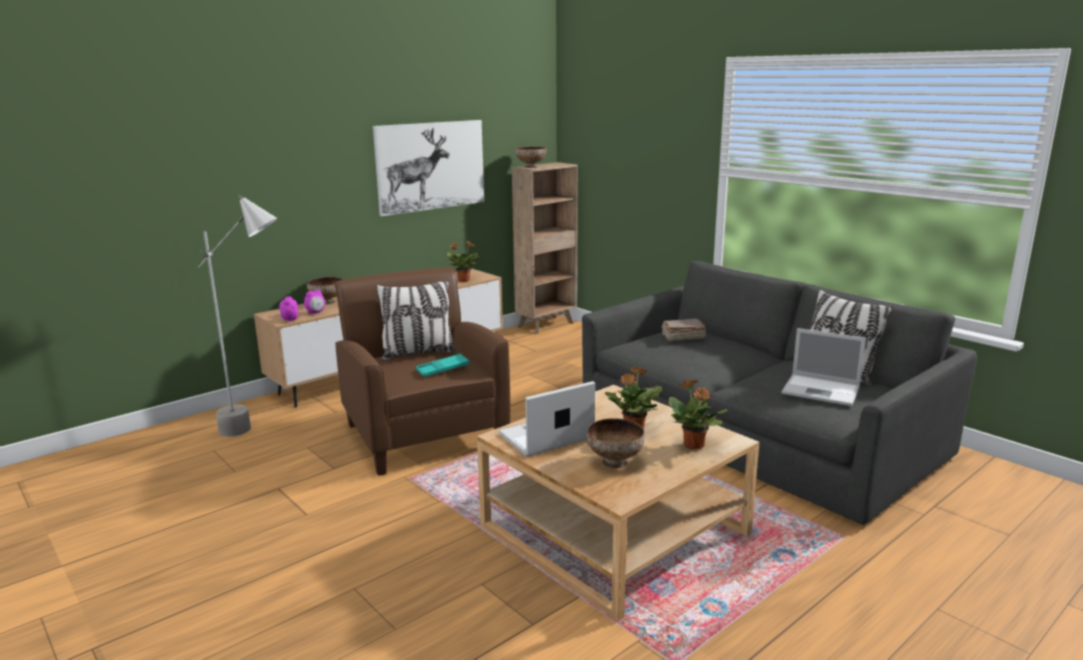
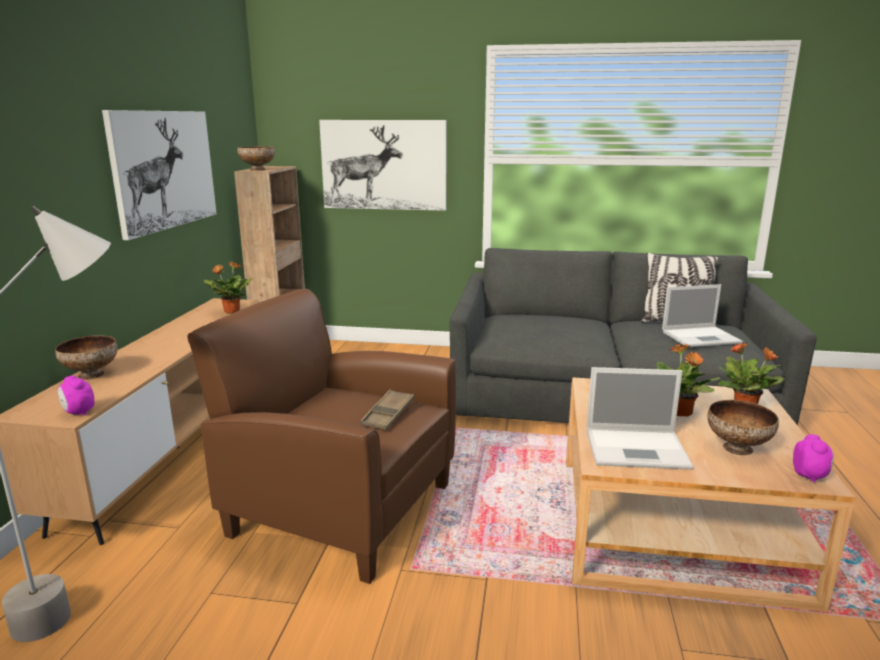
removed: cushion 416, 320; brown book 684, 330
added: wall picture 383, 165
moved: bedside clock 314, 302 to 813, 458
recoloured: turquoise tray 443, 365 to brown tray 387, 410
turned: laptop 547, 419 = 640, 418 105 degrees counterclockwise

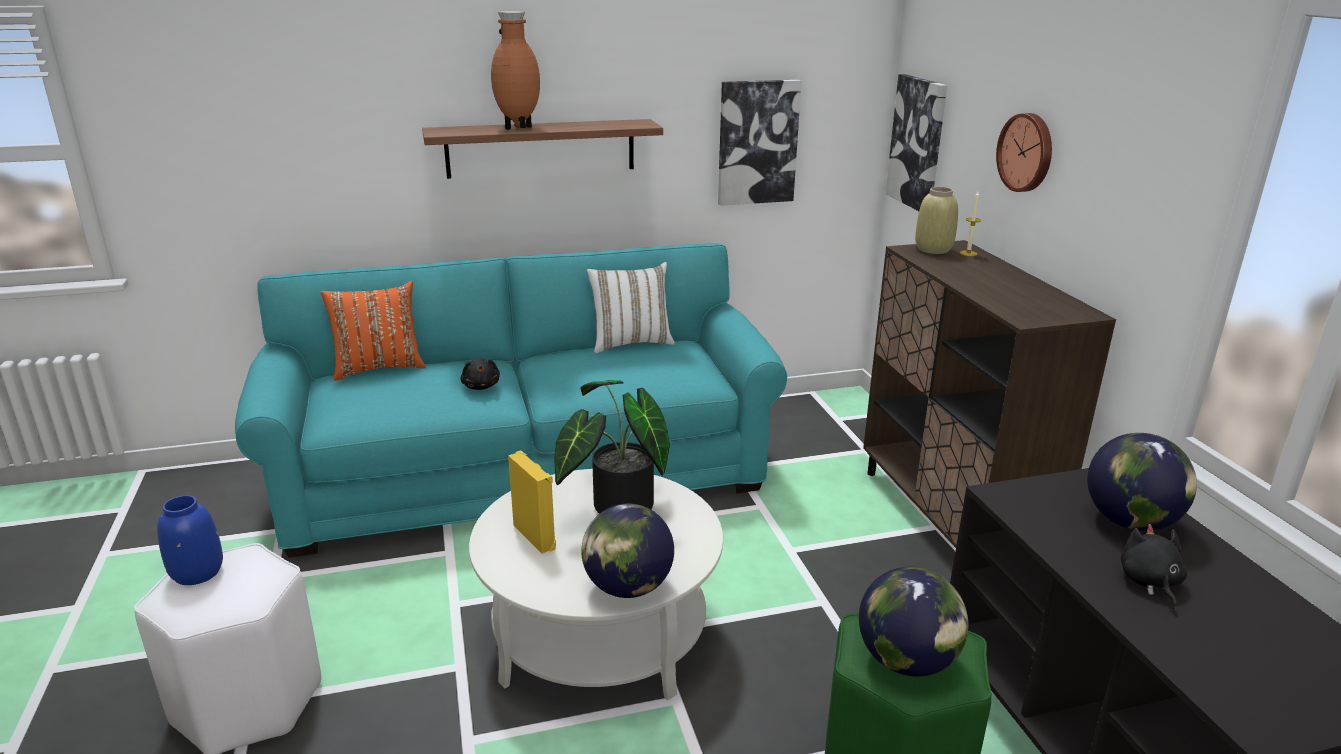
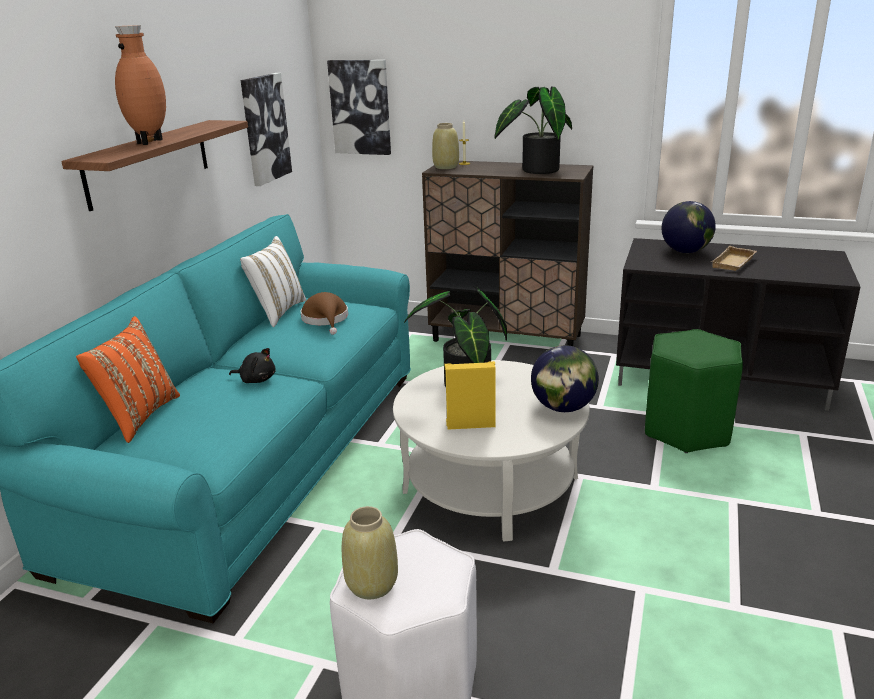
removed: world globe 914, 622; clock on the wall 1024, 152
added: brown hat 324, 313; plant in a pot 533, 130
replaced: black-coloured plush toy 1154, 567 to beige tray 734, 258
recoloured: blue decorative vase 190, 540 to beige decorative vase 370, 552

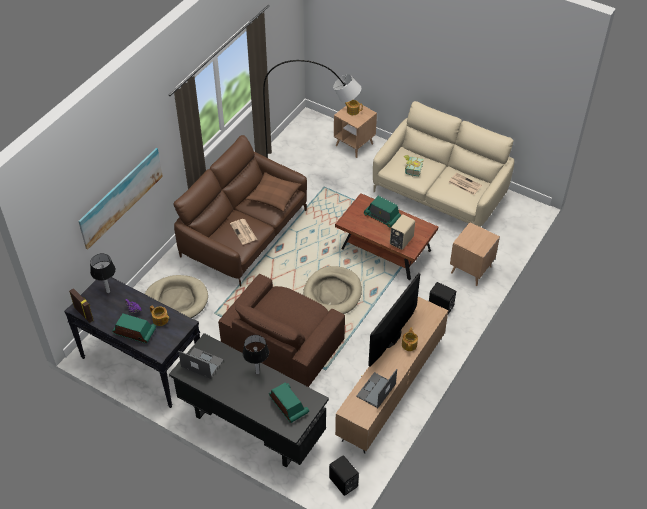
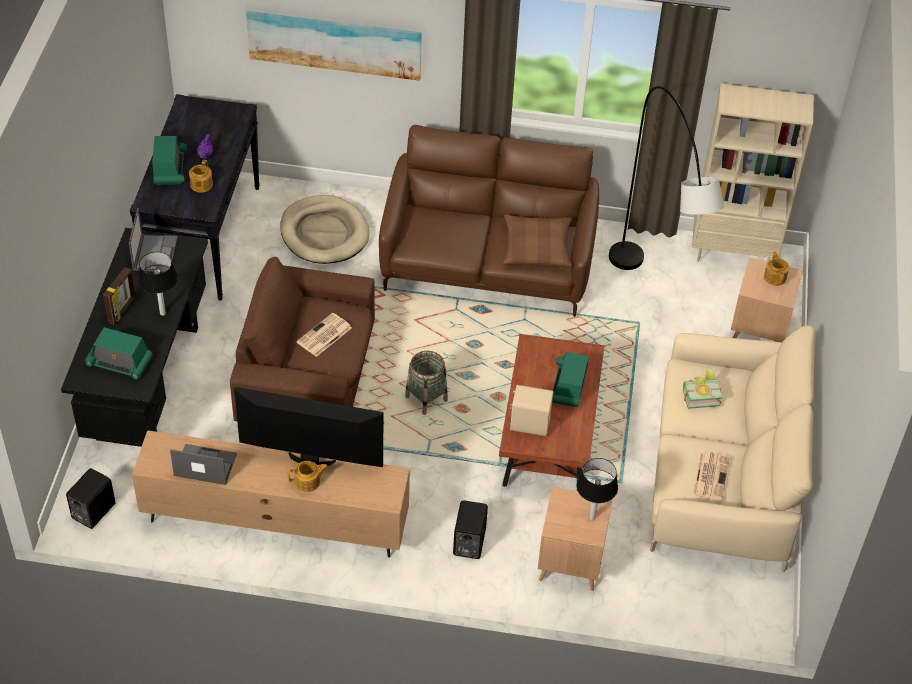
added: beige bookcase 753, 173
moved: picture frame 81, 305 to 119, 296; table lamp 103, 273 to 597, 489; daily paper 243, 232 to 324, 335
replaced: beige dog cushion 332, 290 to storage basket 426, 383
turned: radio receiver 289, 403 = 119, 353 75 degrees clockwise

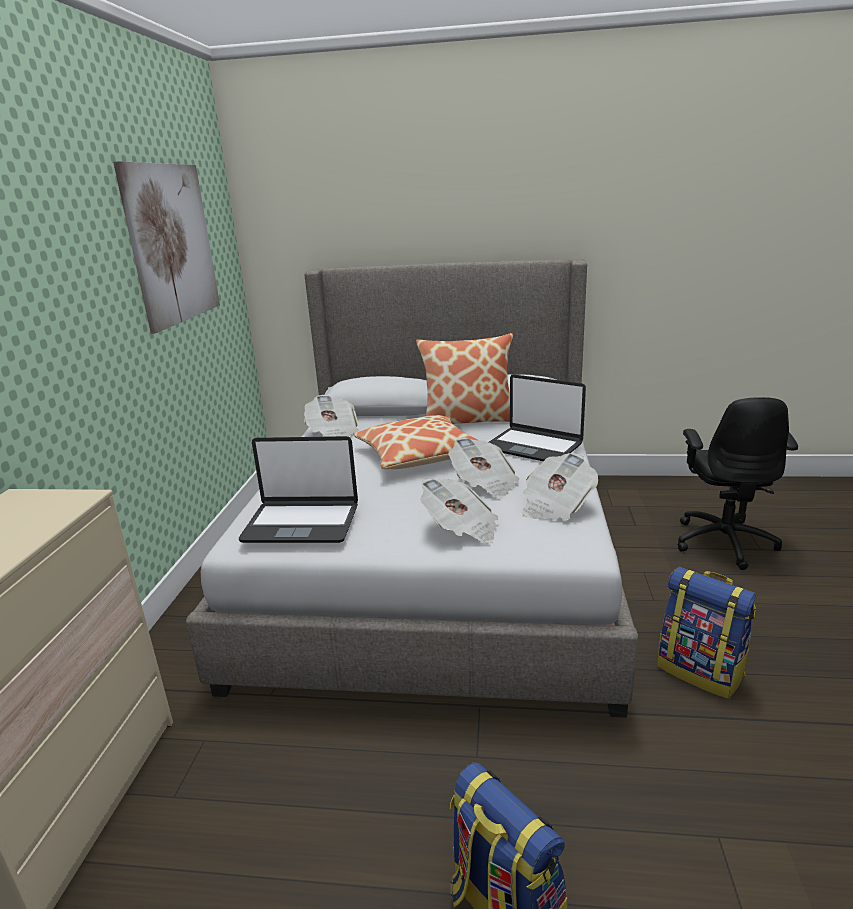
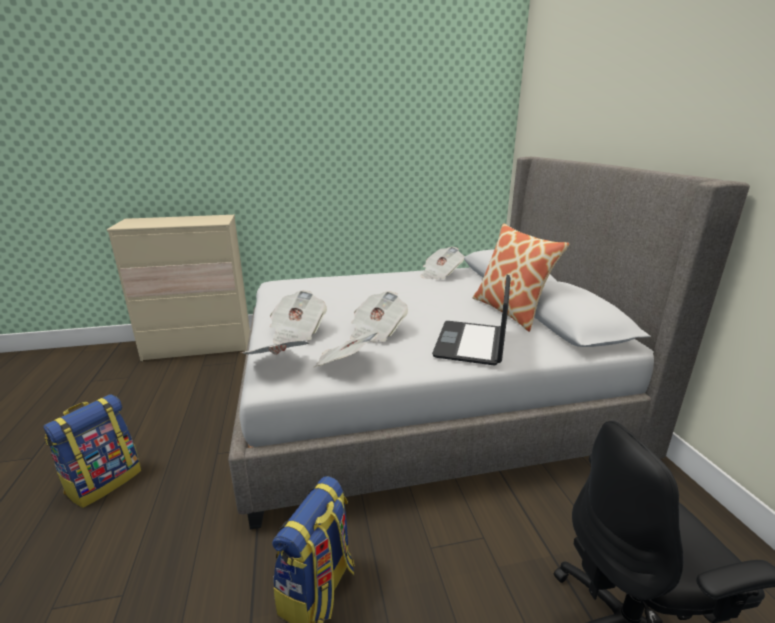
removed: wall picture 166, 247; laptop 298, 489; cushion 415, 442
added: daily paper 275, 348

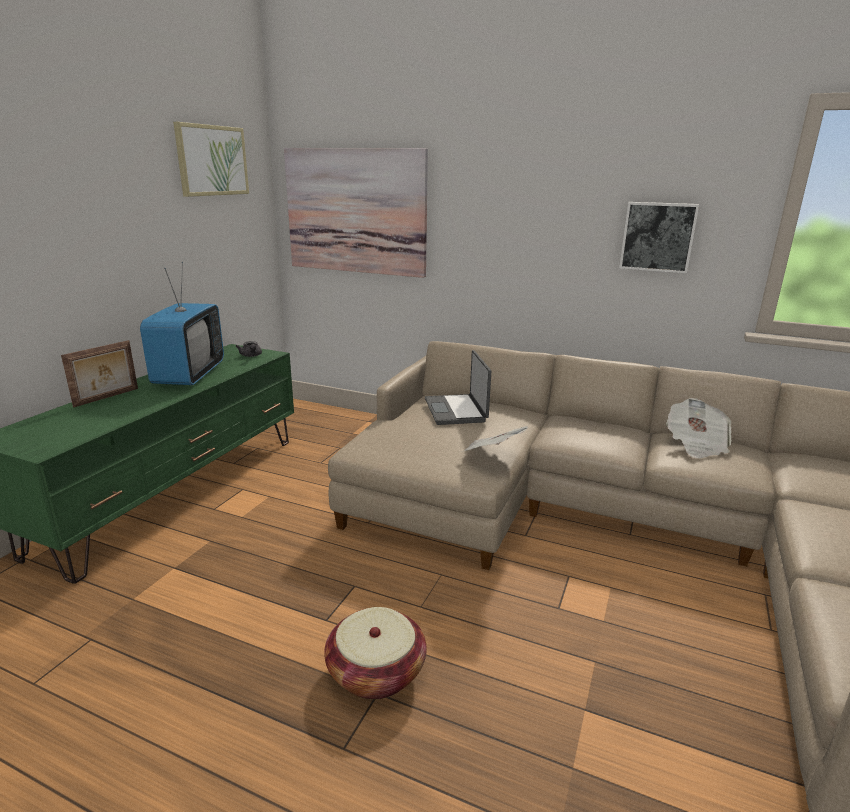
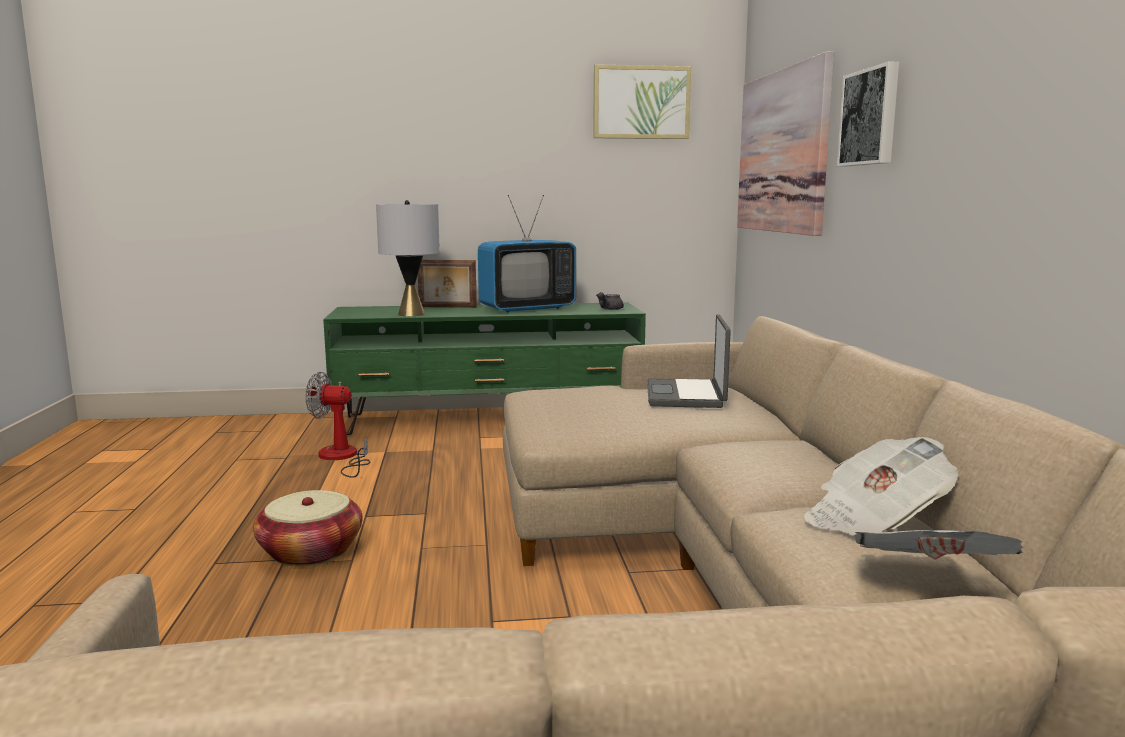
added: electric fan 337, 425; greyish table lamp 408, 258
moved: daily paper 495, 438 to 939, 545; wall picture 659, 237 to 868, 114
turned: laptop 458, 387 = 689, 361 45 degrees counterclockwise

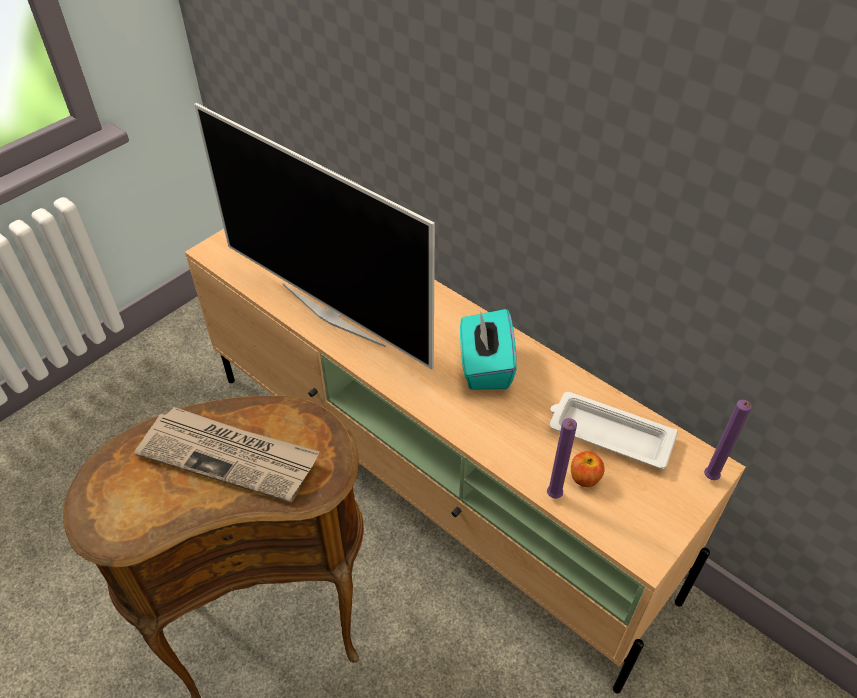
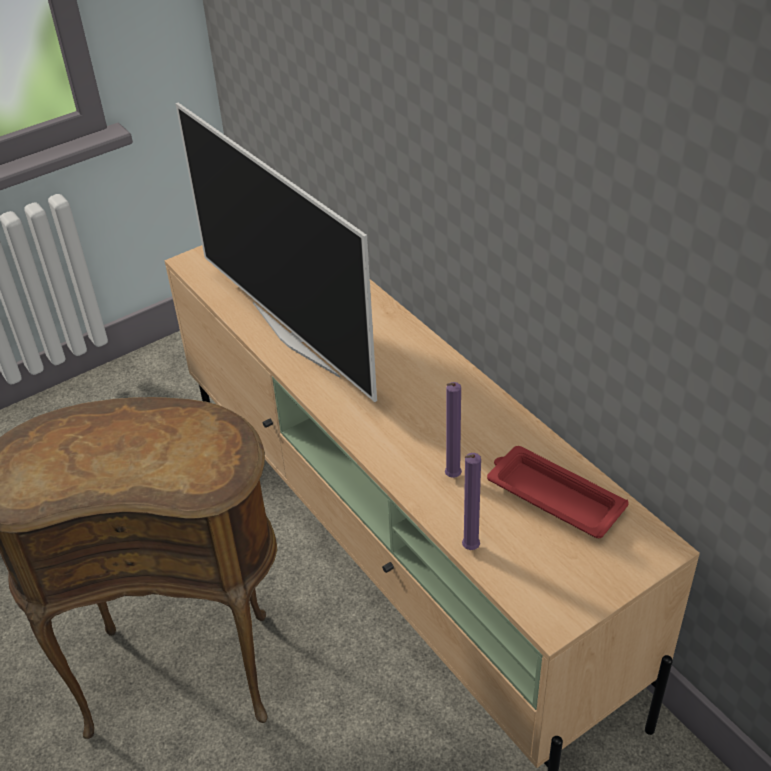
removed: daily paper 227, 455; turquoise box of tissues 488, 349; apple fruit 588, 469
moved: purple candle 728, 440 to 453, 430
recoloured: white tray 614, 430 to red tray 557, 492

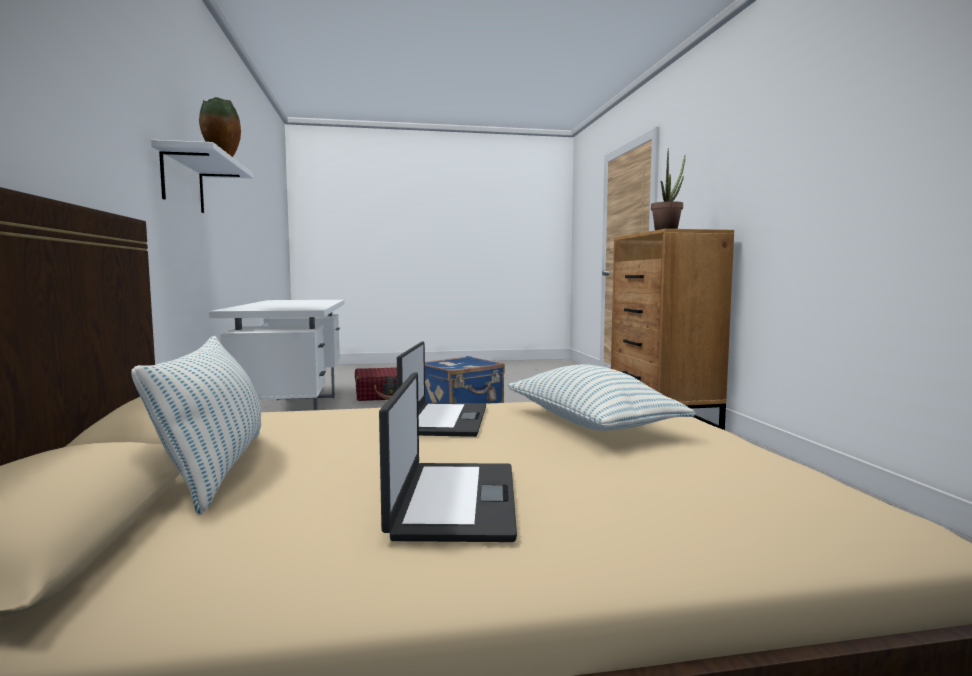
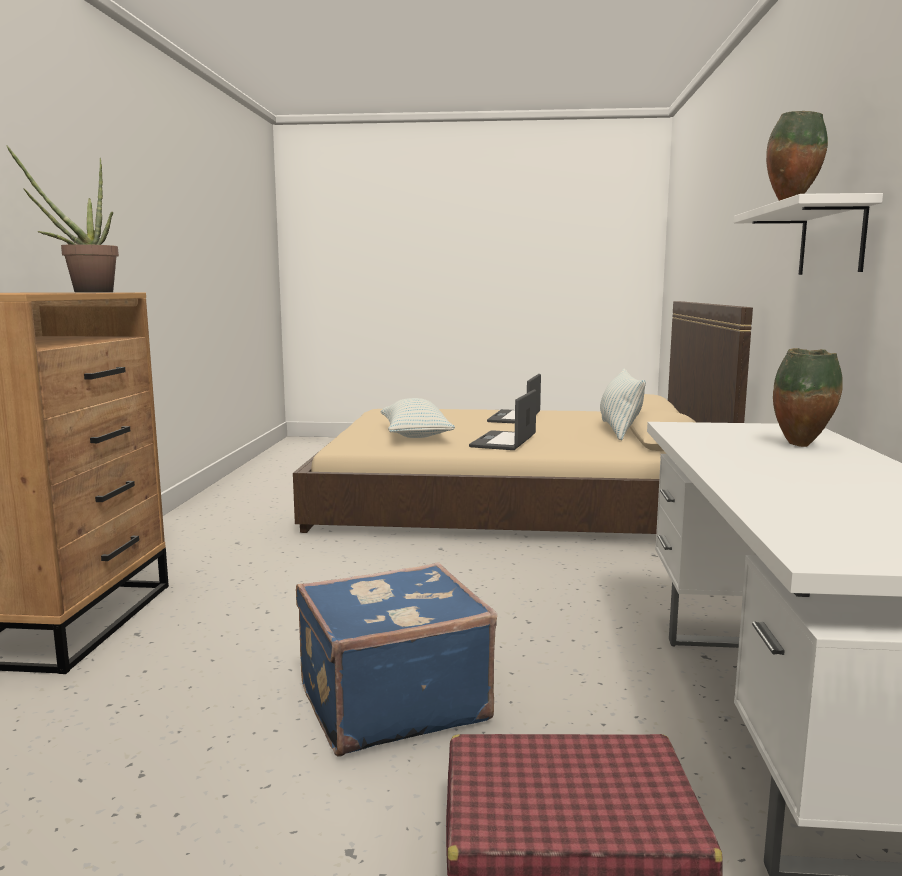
added: decorative vase 808, 397

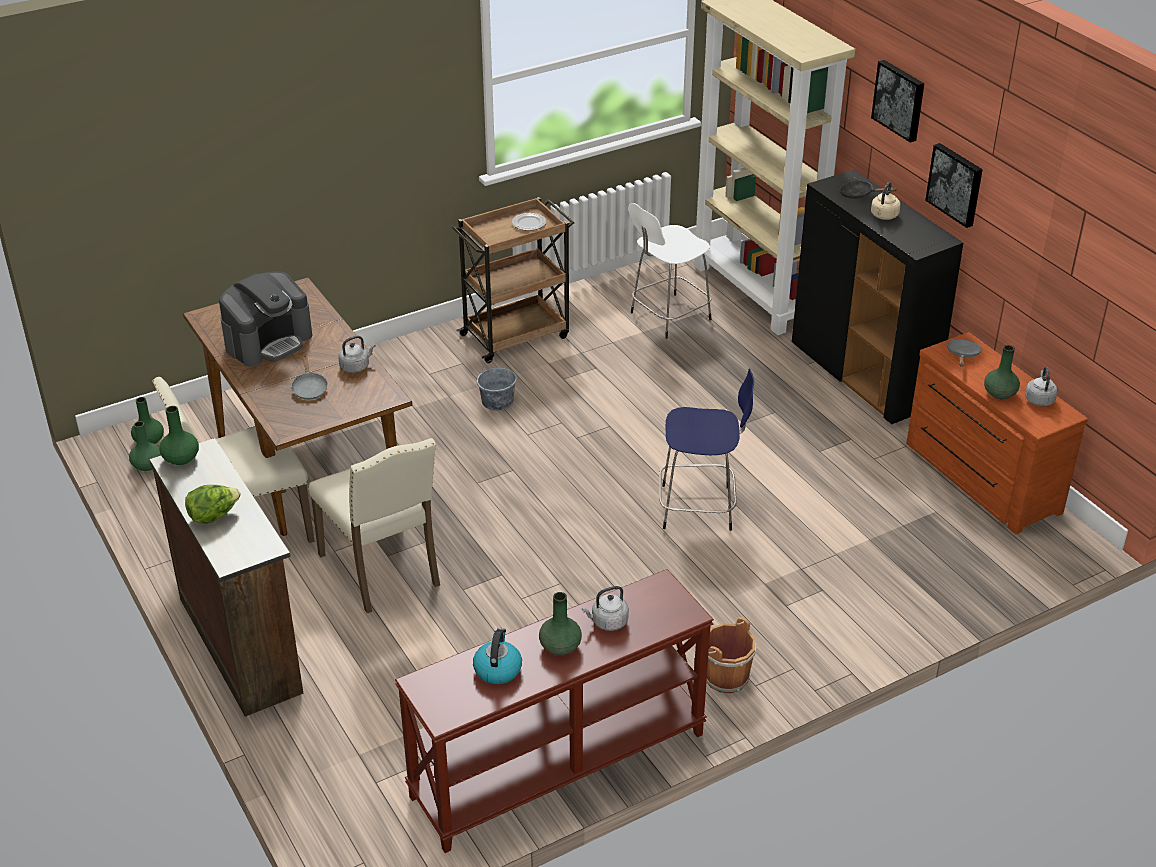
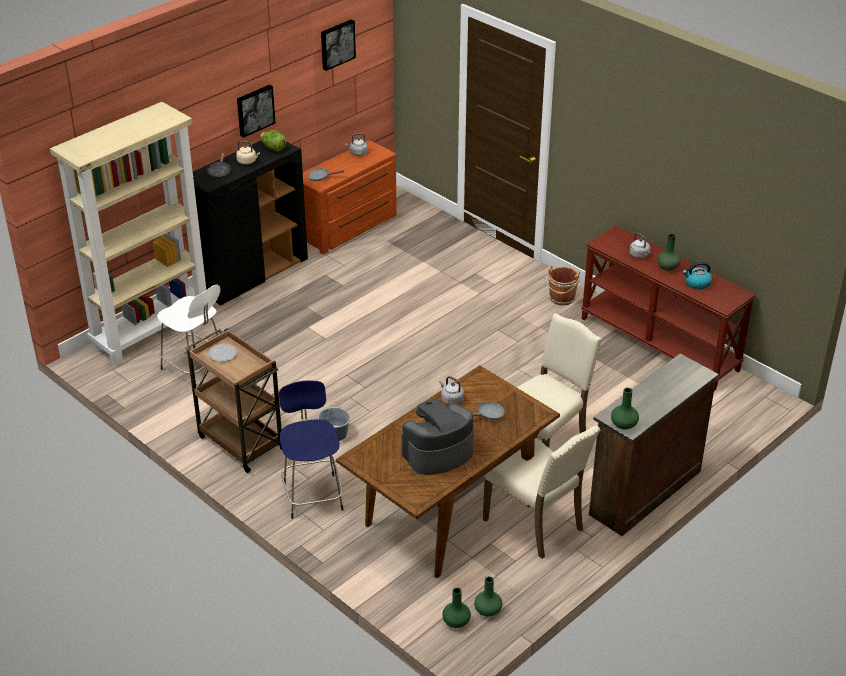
removed: green-coloured decorative vase 1002, 372
moved: lettuce 213, 504 to 273, 141; blue stool seat 706, 449 to 311, 450; wall picture 897, 101 to 338, 45
turned: coffee brewer 265, 319 = 438, 437 60 degrees counterclockwise

